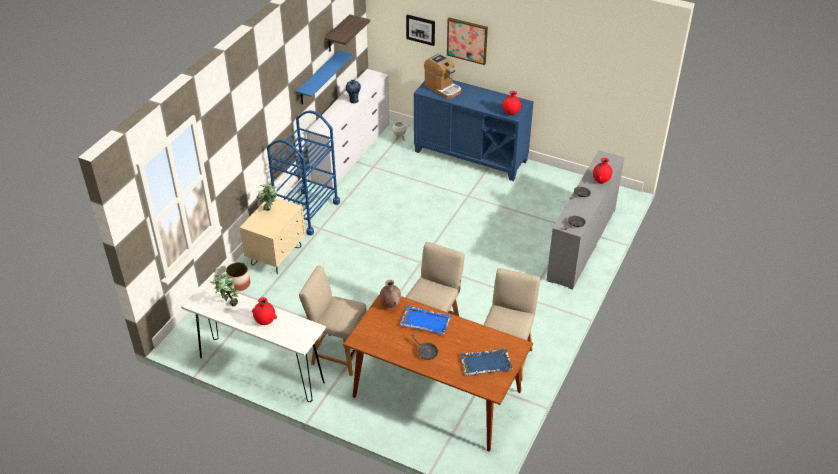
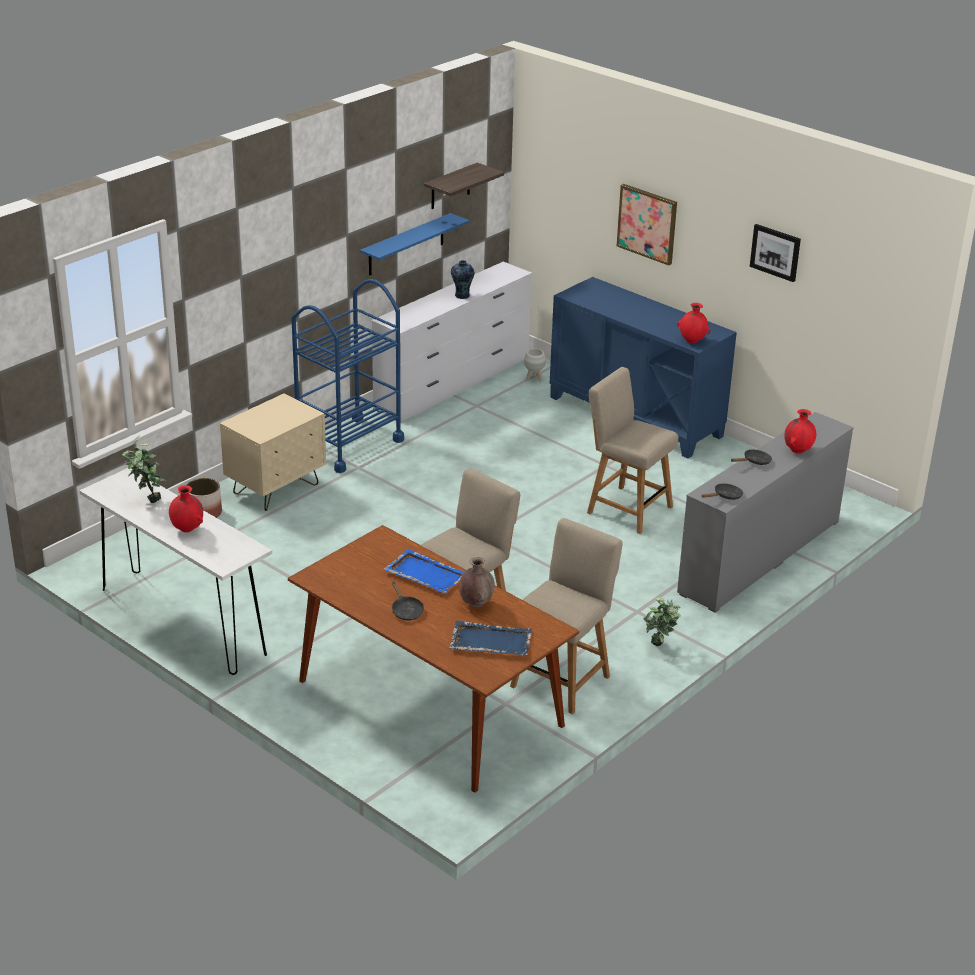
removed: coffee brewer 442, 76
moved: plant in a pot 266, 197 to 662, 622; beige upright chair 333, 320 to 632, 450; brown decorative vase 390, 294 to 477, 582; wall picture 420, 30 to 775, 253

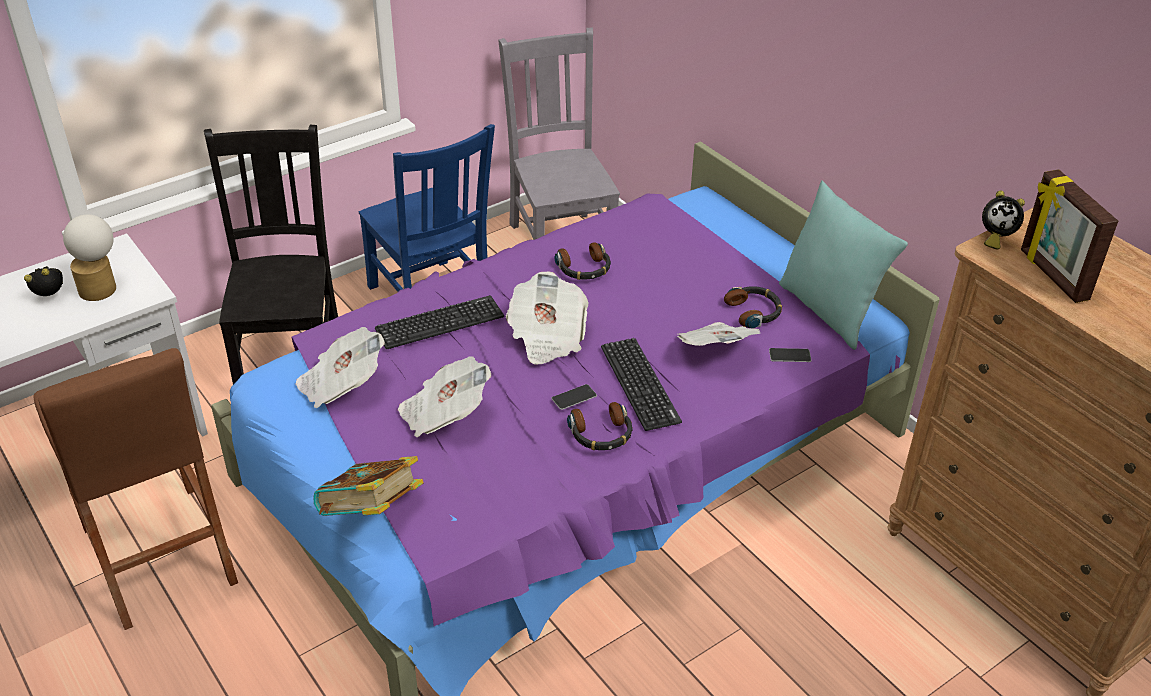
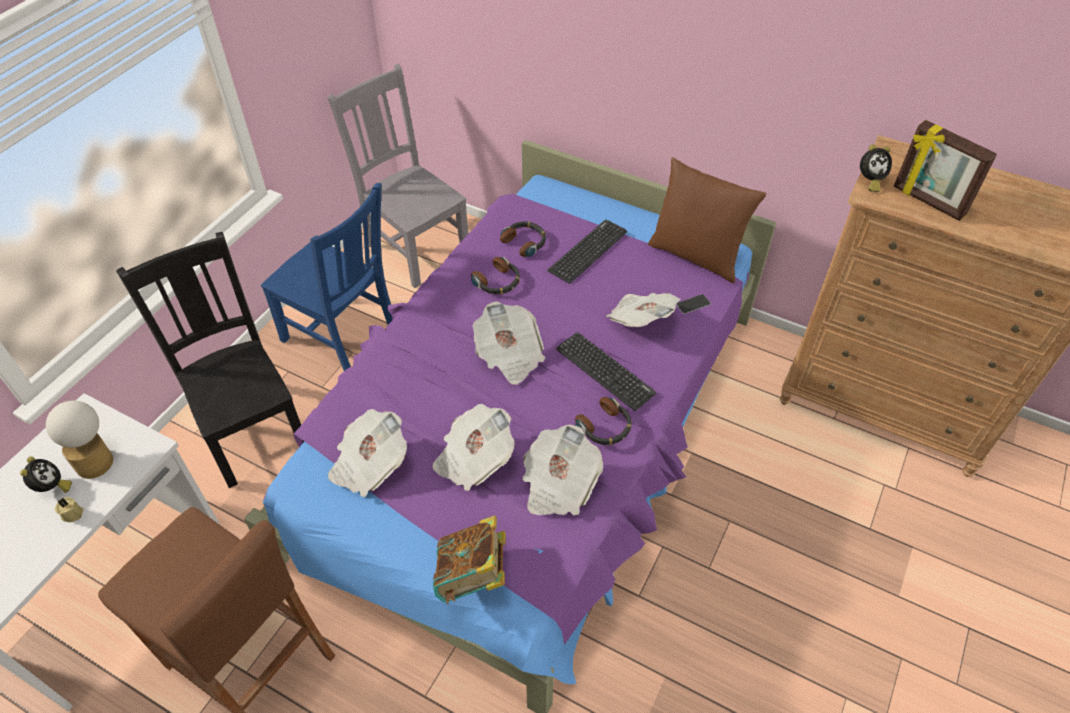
removed: handset 574, 397
added: beige candle 69, 509; daily paper 562, 469
moved: computer keyboard 439, 322 to 587, 251; headphones 753, 307 to 523, 239
recoloured: turquoise cushion 843, 265 to brown cushion 707, 220
turned: bedside clock 43, 281 = 46, 475 120 degrees clockwise

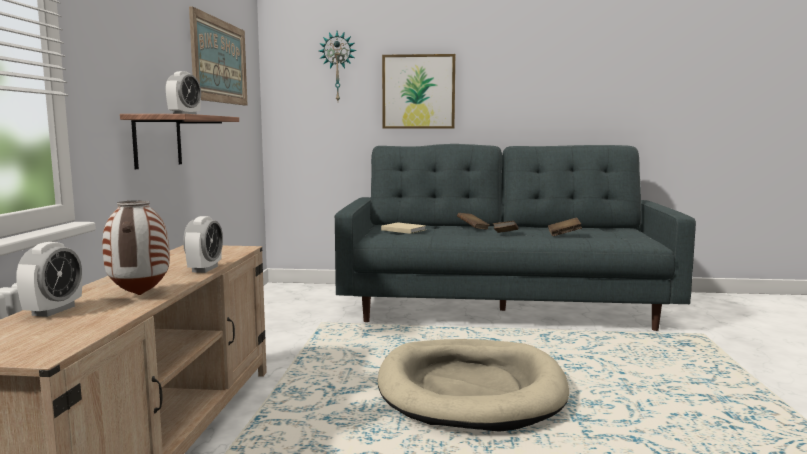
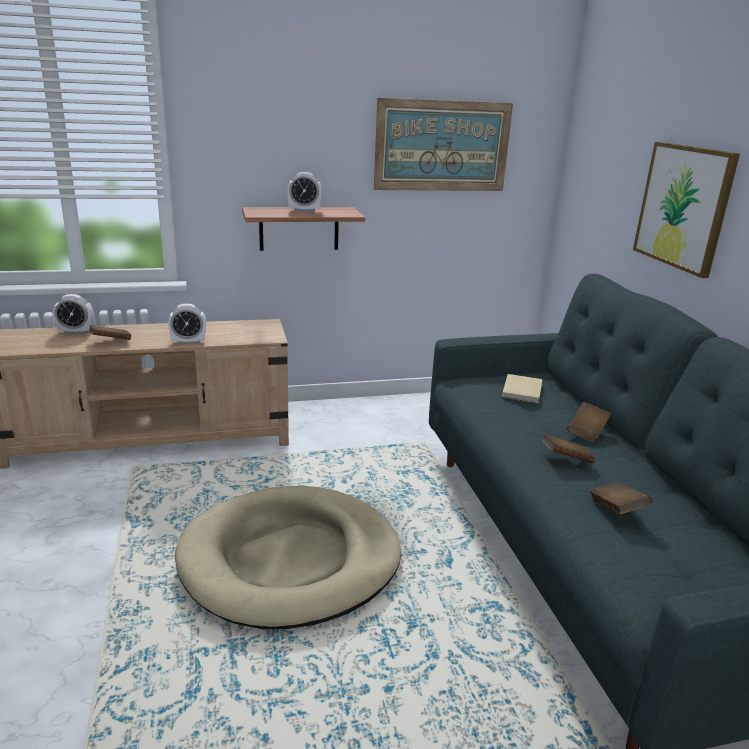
removed: clock on the wall 338, 66
replaced: decorative vase 136, 247 to brown book 110, 332

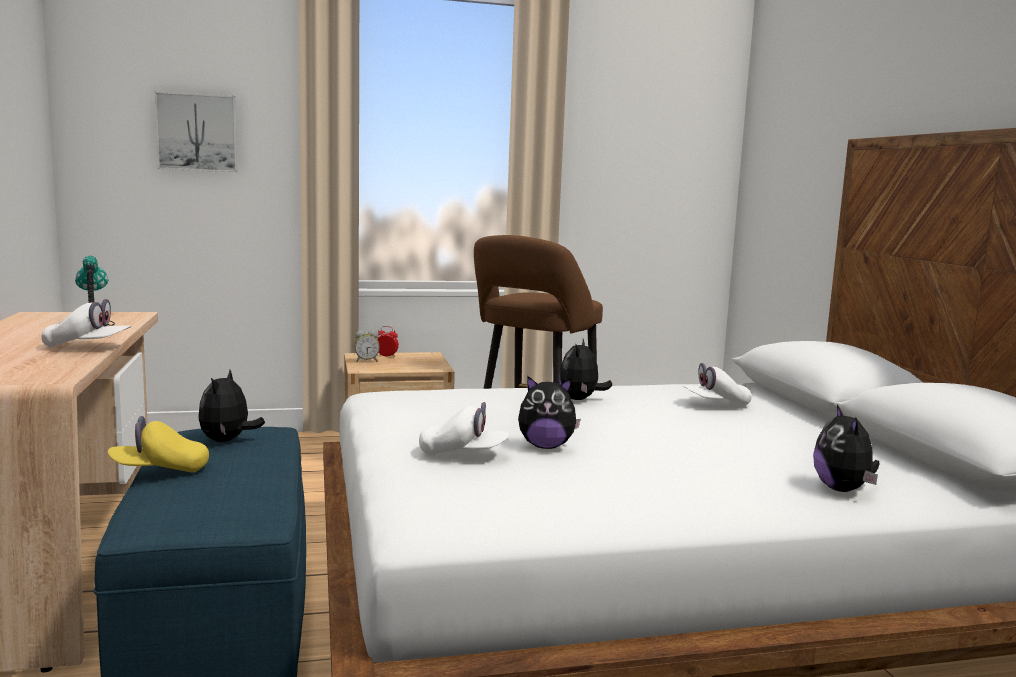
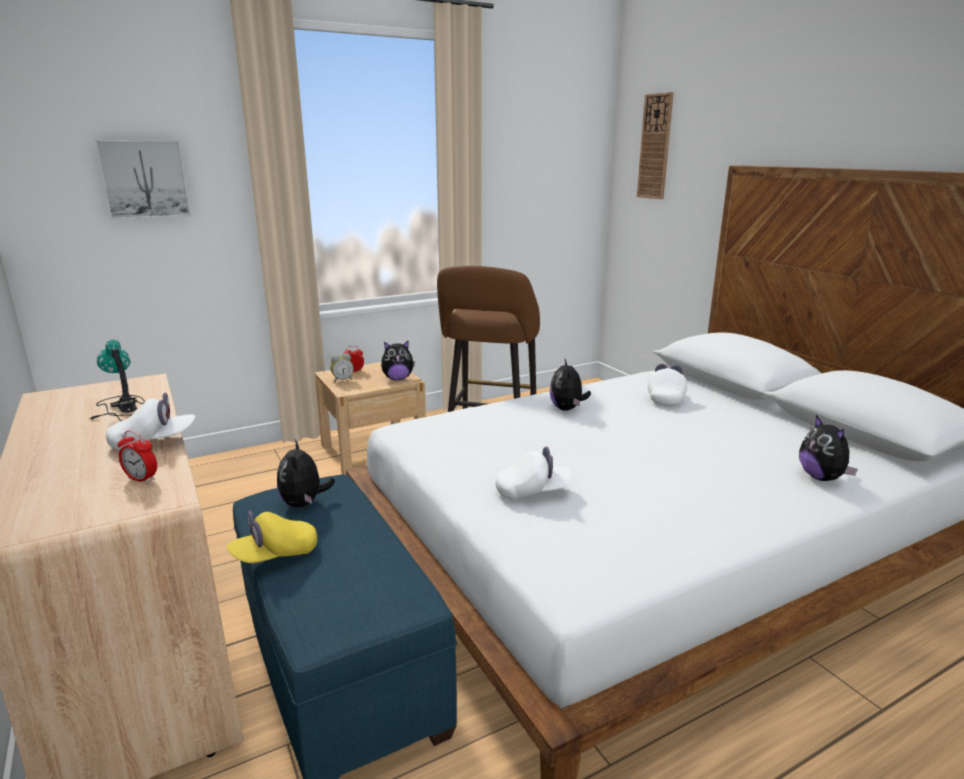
added: bedside clock 137, 456; clock on the wall 655, 145
moved: plush toy 549, 412 to 398, 360
turned: white baseball cap 716, 384 = 667, 385 135 degrees clockwise

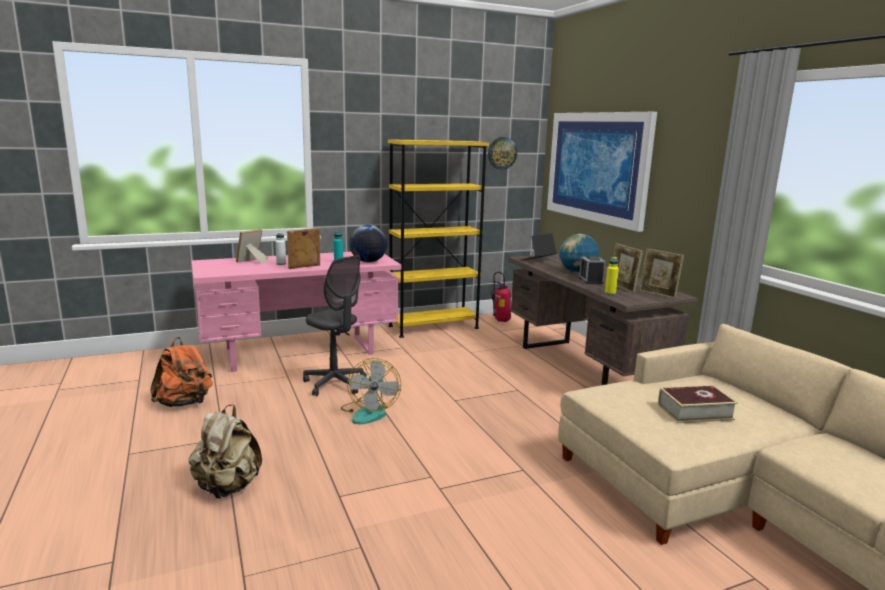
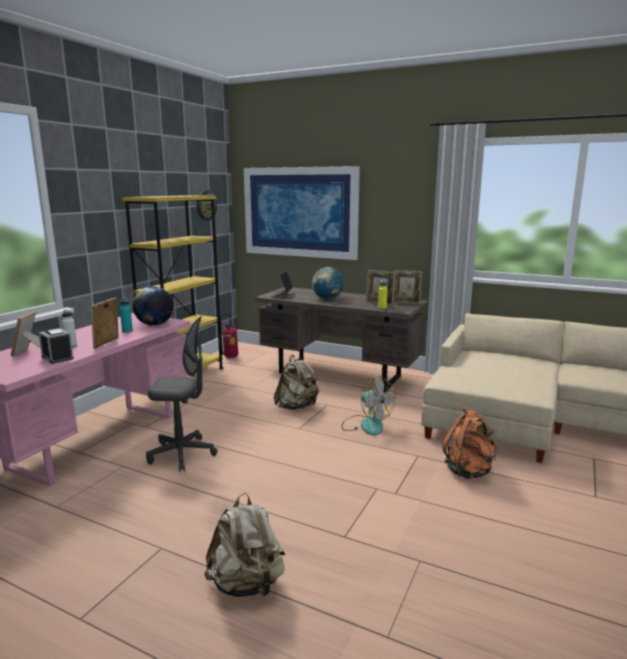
removed: book 698, 404
added: beige knapsack 297, 382
moved: orange knapsack 181, 372 to 469, 443; electric fan 371, 391 to 368, 406; bedside clock 592, 270 to 56, 346

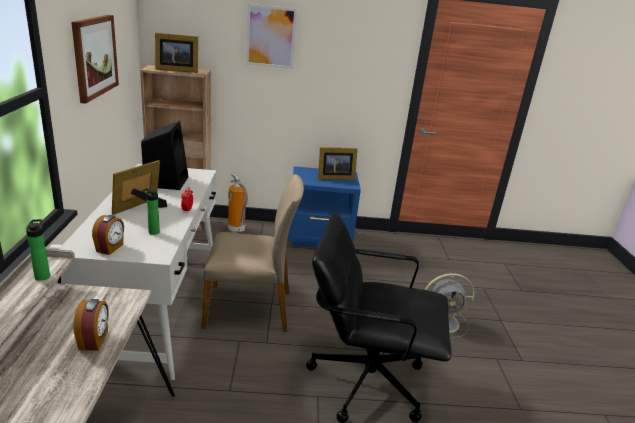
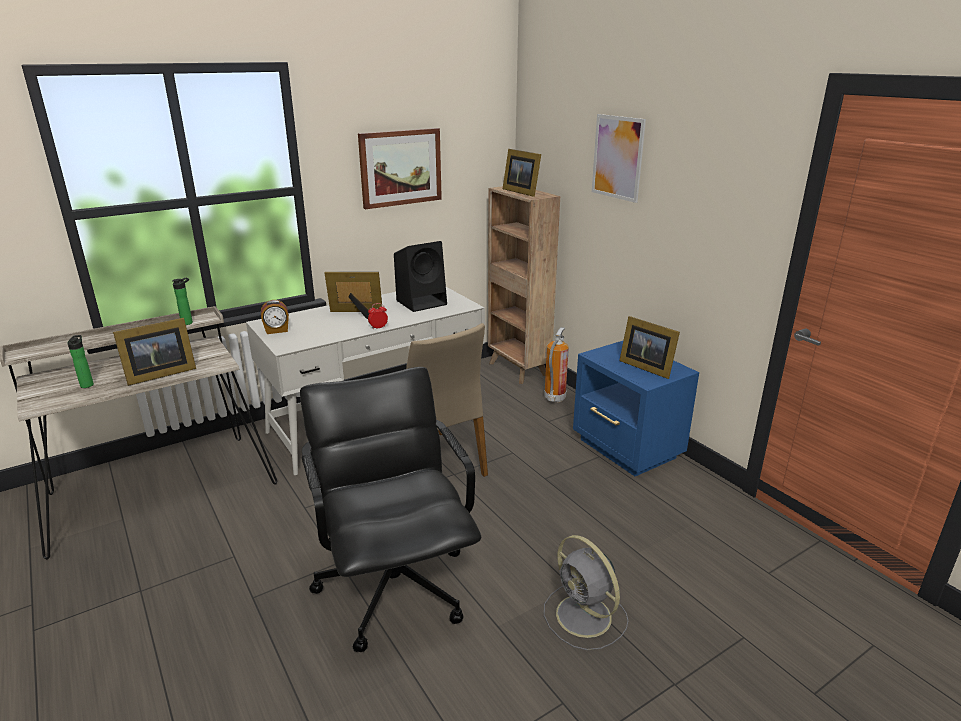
moved: bottle 151, 211 to 80, 361
replaced: bedside clock 91, 325 to picture frame 154, 352

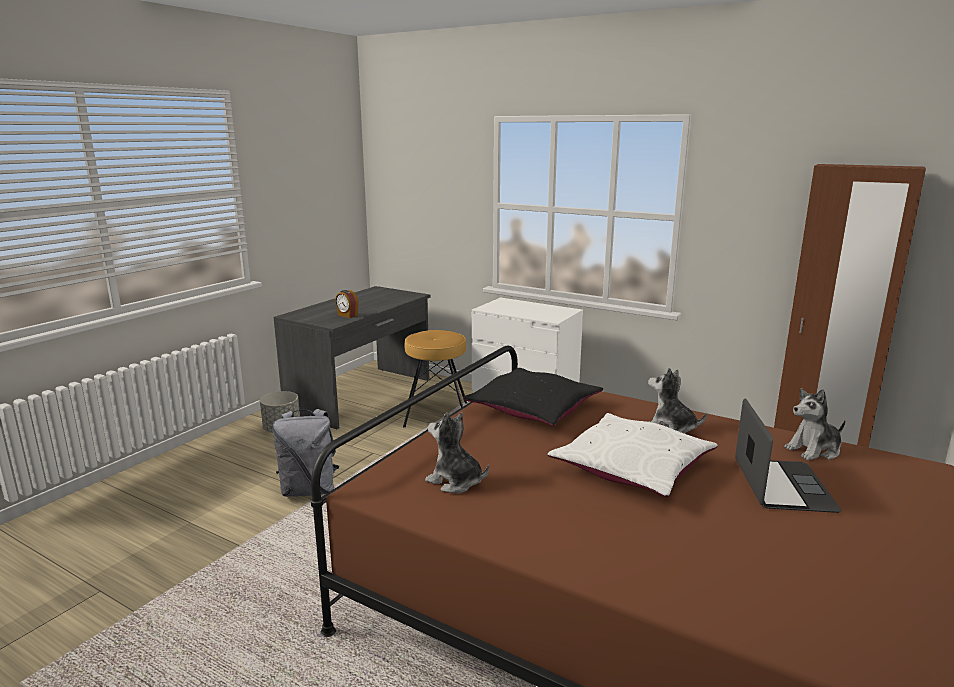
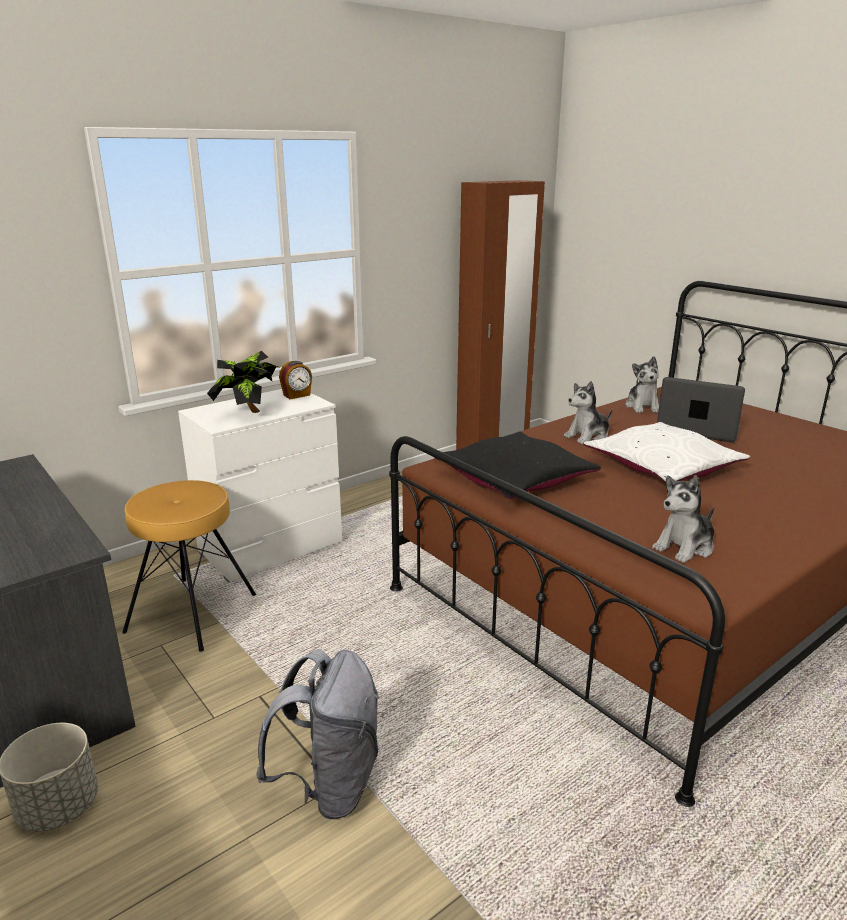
added: plant in a pot 244, 382
moved: bedside clock 346, 304 to 295, 380

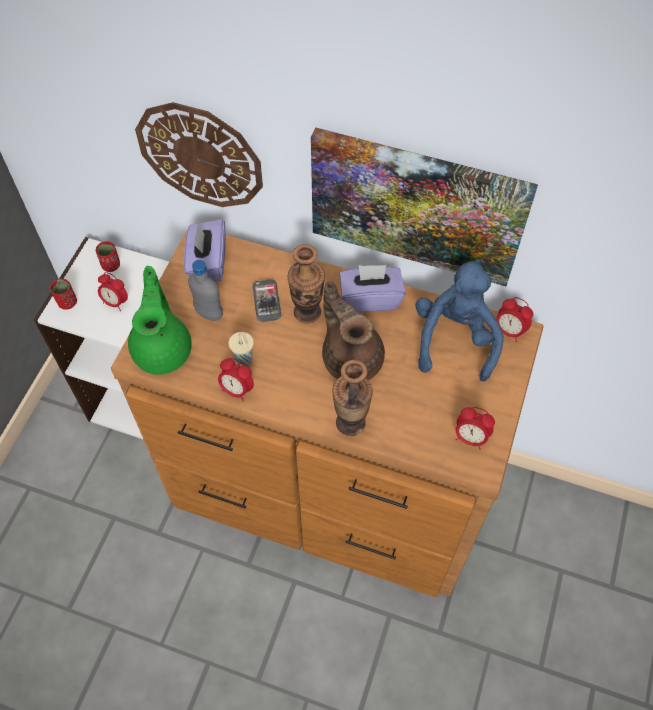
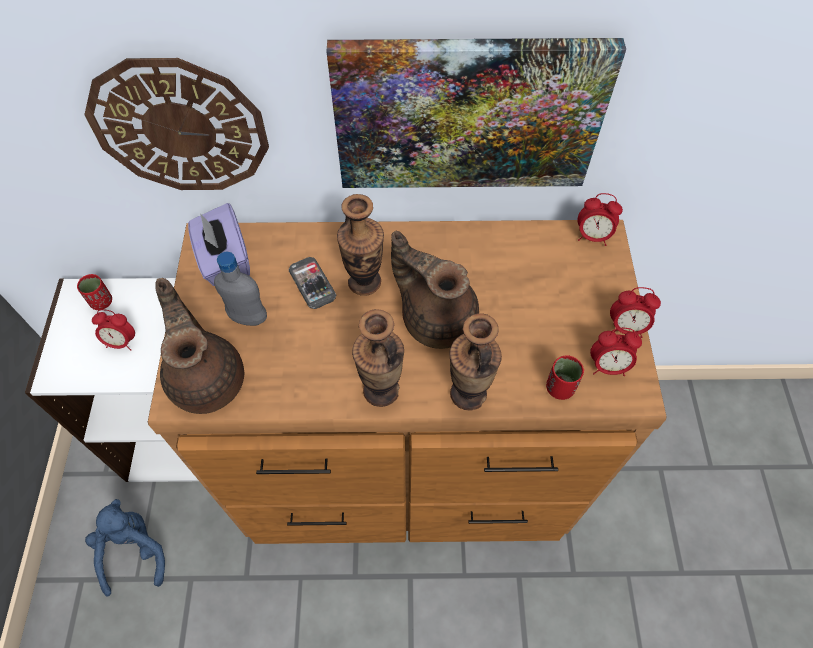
removed: beige small cup 241, 349; purple box of tissues 372, 289
added: decorative vase 378, 358
moved: red small cup 63, 294 to 565, 377; bedside clock 236, 380 to 635, 312; blue plush toy 459, 320 to 125, 548
recoloured: green-coloured tea pot 159, 320 to brown tea pot 200, 346

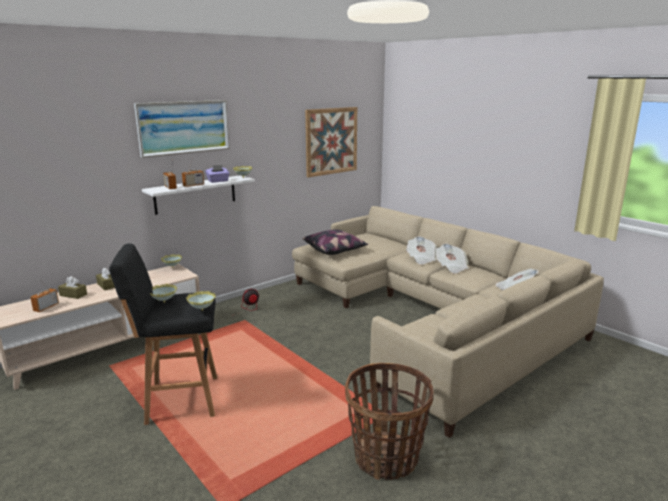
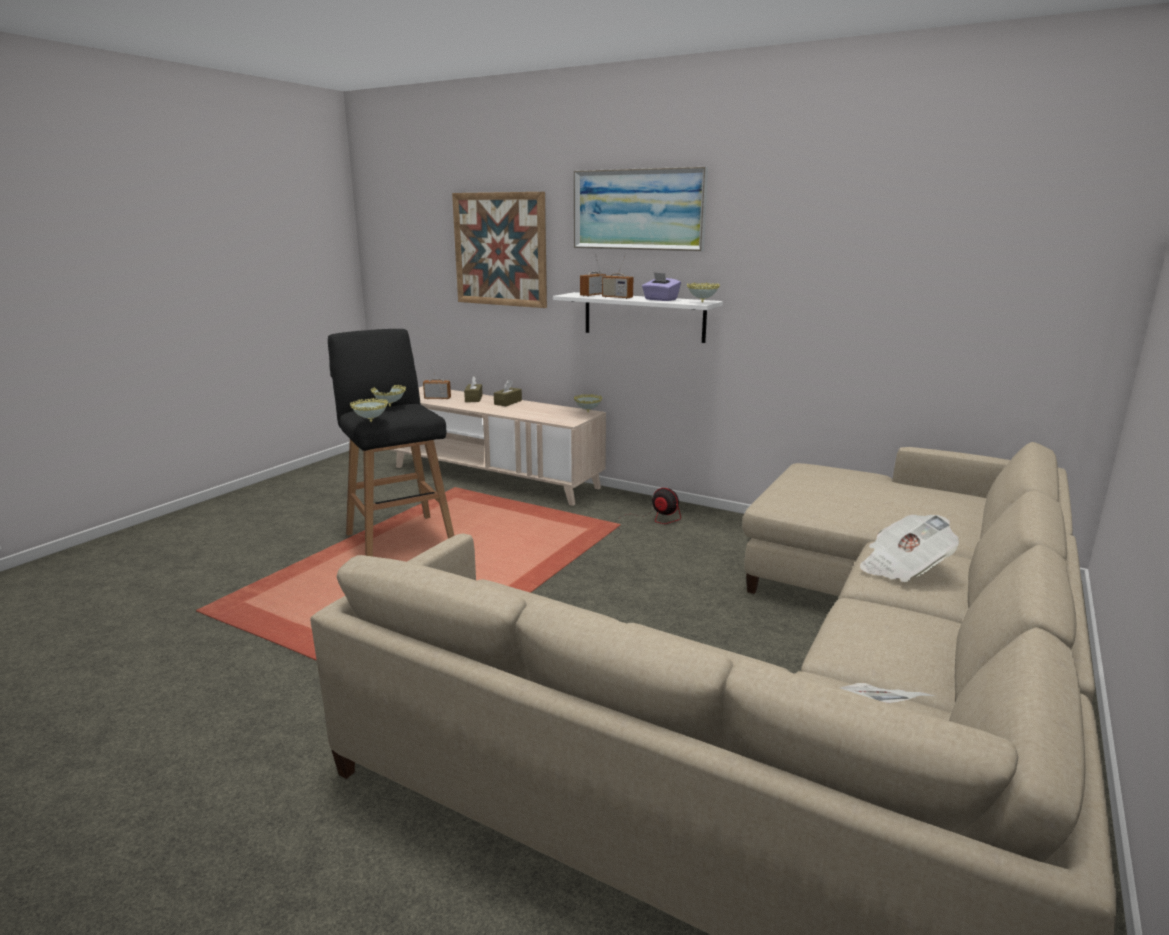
removed: cushion 335, 242; storage basket 389, 421; daily paper 452, 259
moved: wall picture 331, 142 to 499, 250

